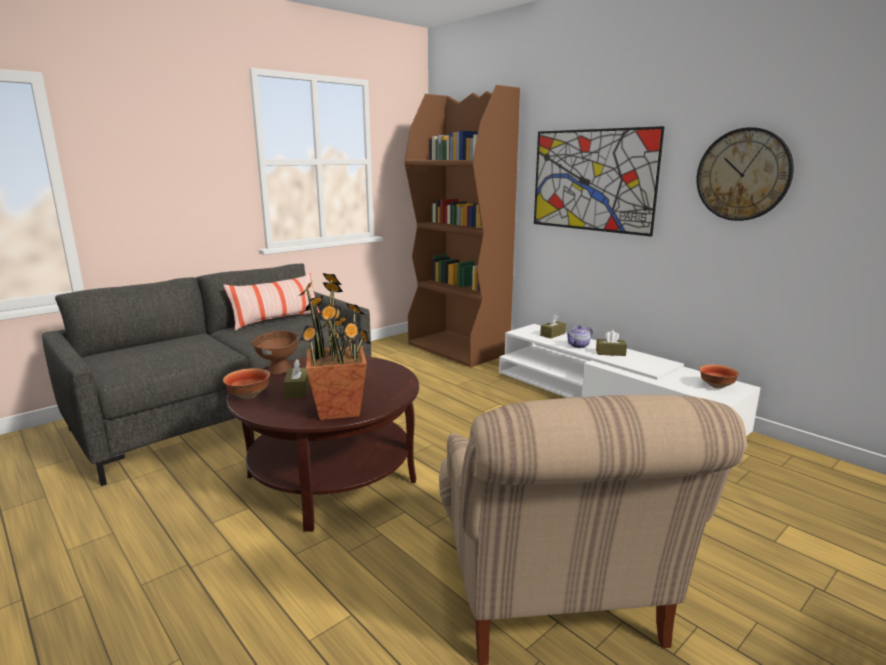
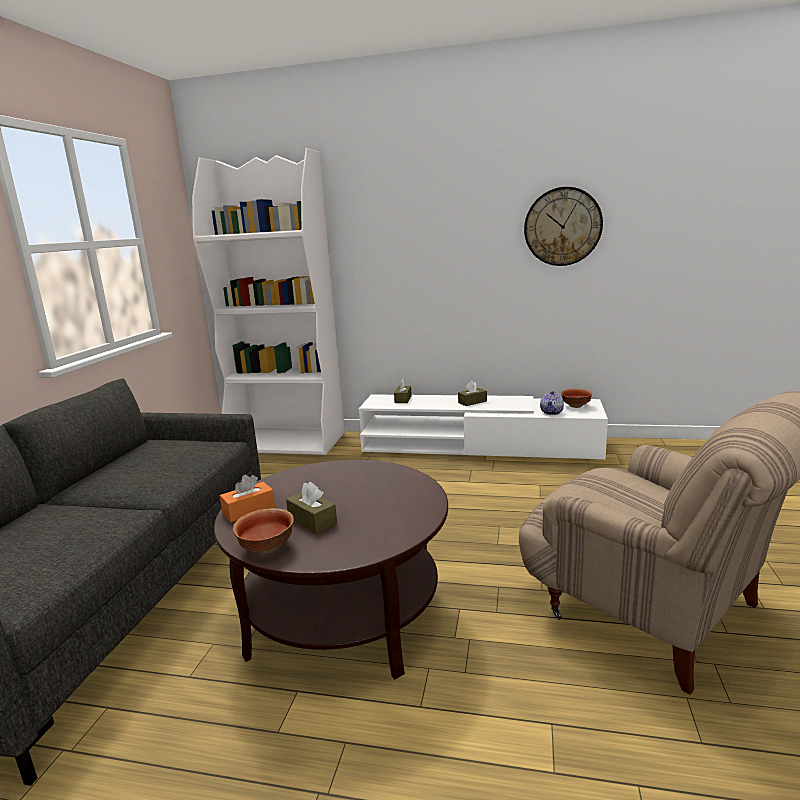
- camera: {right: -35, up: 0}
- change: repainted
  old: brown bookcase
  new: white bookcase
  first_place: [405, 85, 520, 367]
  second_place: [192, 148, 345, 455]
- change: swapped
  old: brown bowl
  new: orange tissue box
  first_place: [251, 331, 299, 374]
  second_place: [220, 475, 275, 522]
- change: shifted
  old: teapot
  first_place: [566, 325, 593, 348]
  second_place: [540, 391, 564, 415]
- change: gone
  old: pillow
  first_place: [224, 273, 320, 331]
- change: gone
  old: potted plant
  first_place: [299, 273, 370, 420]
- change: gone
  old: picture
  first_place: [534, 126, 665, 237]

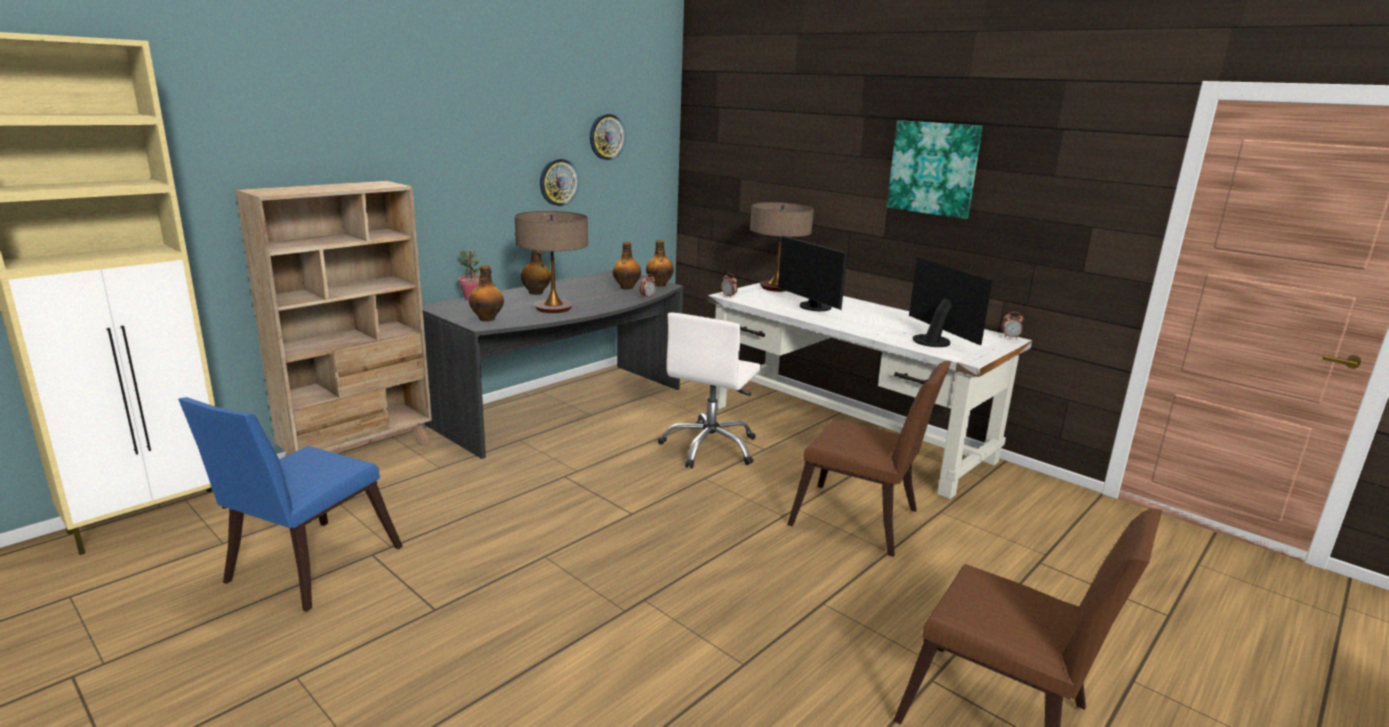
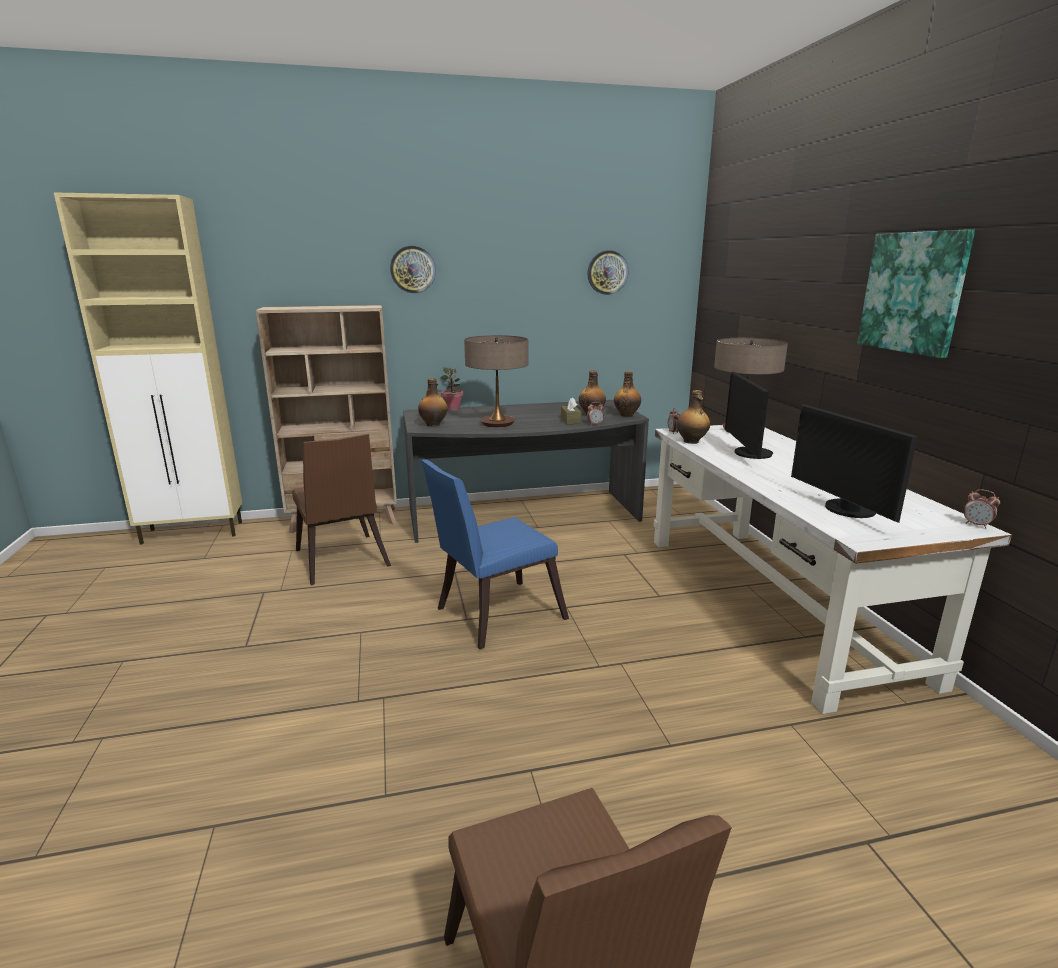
- camera: {right: 35, up: 0}
- change: shifted
  old: brown chair
  first_place: [787, 361, 951, 557]
  second_place: [292, 434, 391, 585]
- change: shifted
  old: wall clock
  first_place: [540, 159, 579, 206]
  second_place: [390, 246, 436, 293]
- change: shifted
  old: blue chair
  first_place: [178, 397, 403, 612]
  second_place: [421, 460, 569, 649]
- change: new
  new: brown tissue box
  second_place: [561, 397, 582, 424]
- change: shifted
  old: bottle
  first_place: [521, 250, 551, 295]
  second_place: [677, 390, 710, 444]
- change: rotated
  old: monitor
  first_place: [909, 258, 992, 347]
  second_place: [791, 404, 918, 523]
  degrees: 150
- change: gone
  old: white office chair
  first_place: [658, 312, 761, 468]

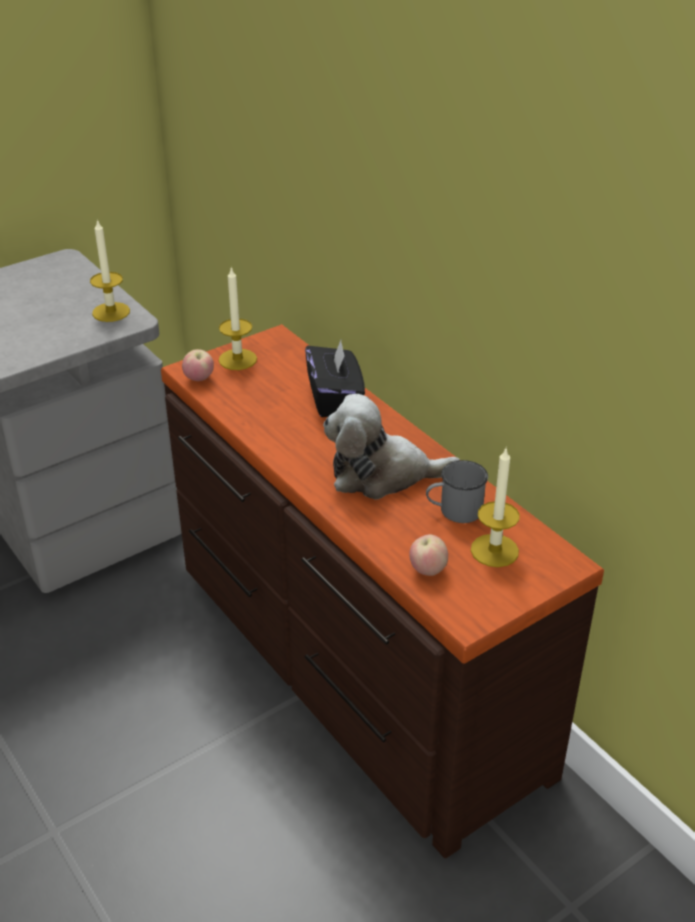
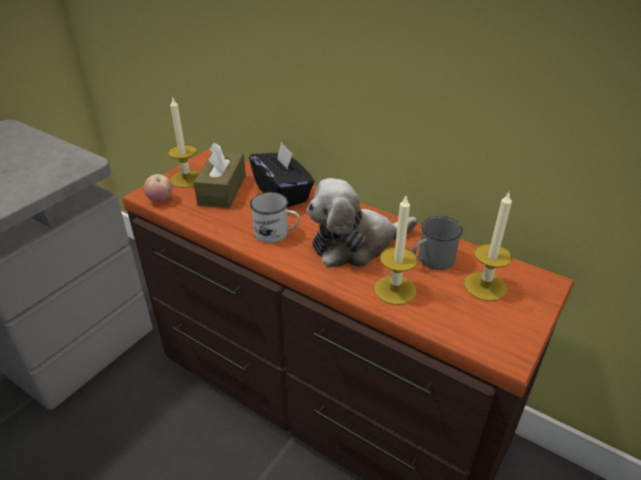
- camera: {right: -20, up: 0}
- change: new
  new: brown tissue box
  second_place: [193, 142, 246, 208]
- change: new
  new: white mug
  second_place: [250, 192, 300, 243]
- change: shifted
  old: candle
  first_place: [90, 219, 130, 322]
  second_place: [374, 196, 418, 305]
- change: gone
  old: apple
  first_place: [409, 534, 448, 576]

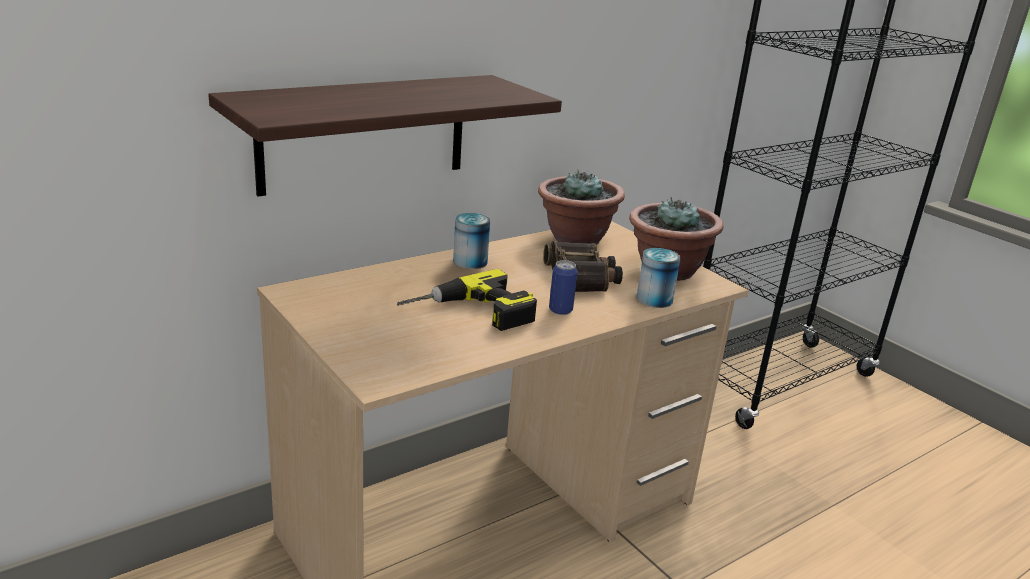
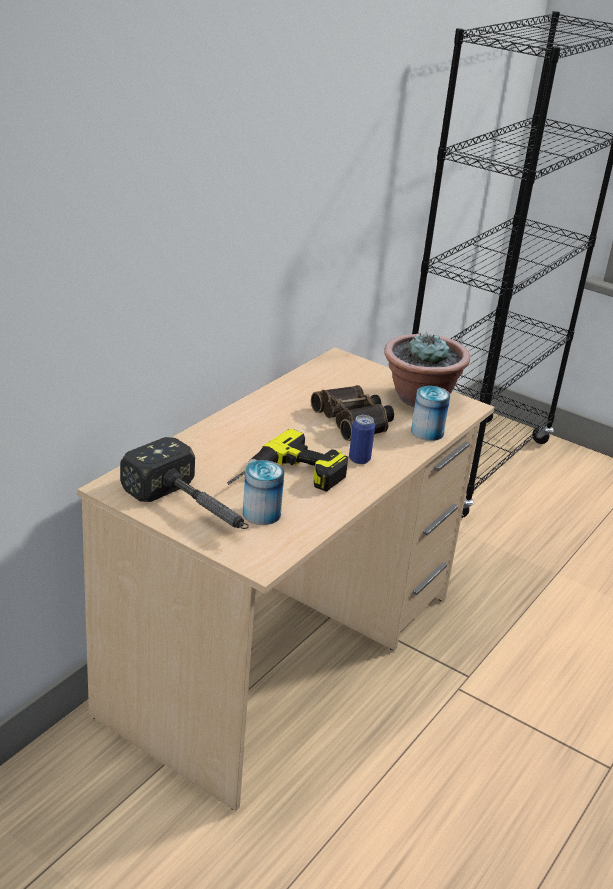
- camera: {right: -20, up: 5}
- change: new
  new: hammer
  second_place: [120, 437, 249, 529]
- change: shifted
  old: can
  first_place: [453, 213, 490, 269]
  second_place: [243, 460, 284, 525]
- change: gone
  old: shelf
  first_place: [208, 75, 562, 197]
- change: gone
  old: potted plant
  first_place: [538, 170, 625, 245]

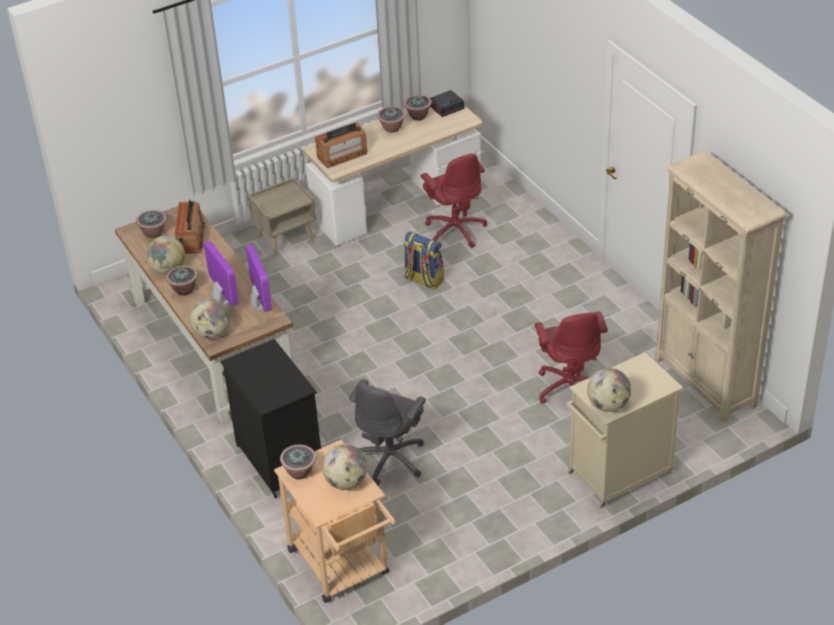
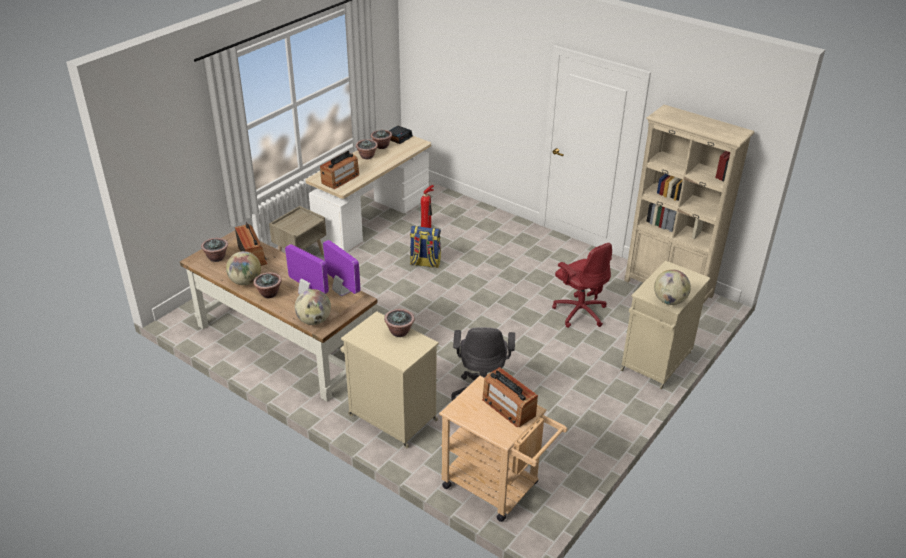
- camera: {right: -25, up: -5}
- change: repainted
  old: black cabinet
  new: beige cabinet
  first_place: [220, 339, 321, 498]
  second_place: [340, 311, 439, 448]
- change: shifted
  old: potted plant
  first_place: [280, 444, 316, 480]
  second_place: [384, 309, 415, 337]
- change: swapped
  old: red office chair
  new: fire extinguisher
  first_place: [421, 153, 487, 248]
  second_place: [421, 185, 434, 228]
- change: swapped
  old: globe
  new: radio
  first_place: [322, 444, 368, 490]
  second_place: [482, 367, 538, 428]

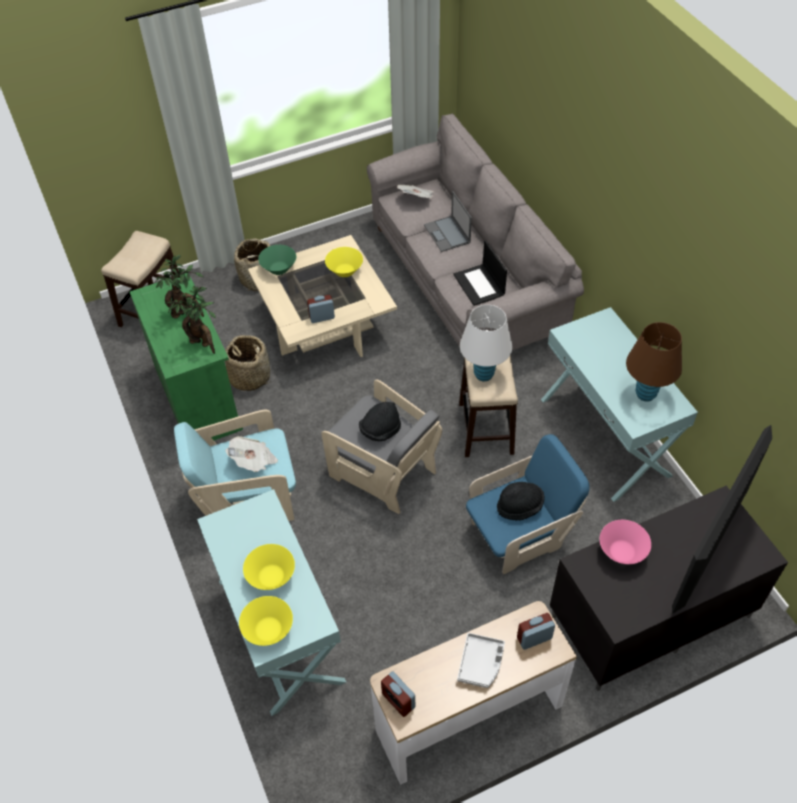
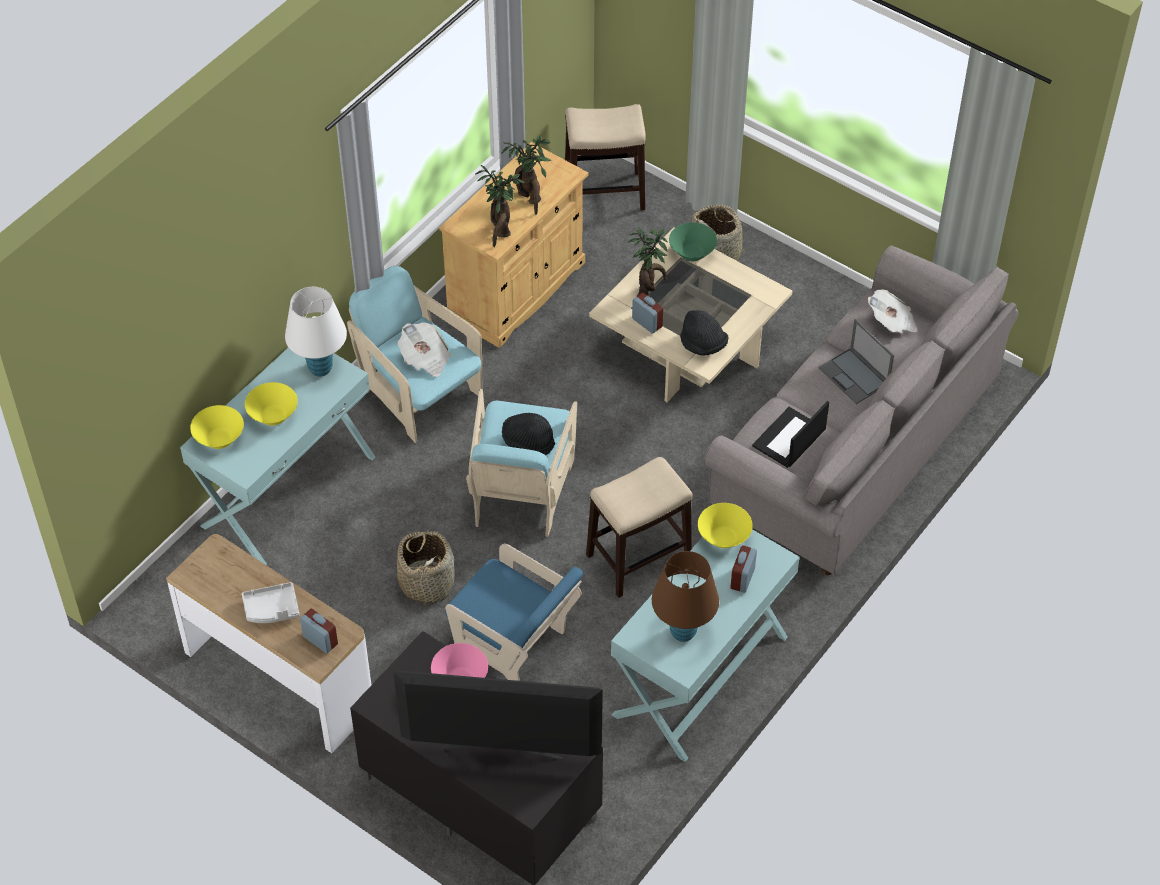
- camera: {right: 60, up: 0}
- change: shifted
  old: white table lamp
  first_place: [460, 305, 512, 381]
  second_place: [285, 287, 347, 376]
- change: shifted
  old: basket
  first_place: [224, 335, 270, 391]
  second_place: [397, 528, 455, 606]
- change: repainted
  old: green cabinet
  new: beige cabinet
  first_place: [130, 273, 243, 440]
  second_place: [439, 142, 588, 348]
- change: repainted
  old: grey armchair
  new: turquoise armchair
  first_place: [321, 379, 442, 514]
  second_place: [466, 389, 577, 537]
- change: new
  new: potted plant
  second_place: [628, 226, 668, 297]
- change: shifted
  old: black hat
  first_place: [497, 482, 545, 521]
  second_place: [680, 310, 728, 356]
- change: shifted
  old: yellow bowl
  first_place: [325, 247, 363, 277]
  second_place: [698, 503, 753, 548]
- change: shifted
  old: alarm clock
  first_place: [381, 671, 415, 717]
  second_place: [731, 545, 757, 593]
- change: rotated
  old: laptop
  first_place: [424, 191, 472, 252]
  second_place: [818, 319, 894, 404]
  degrees: -75

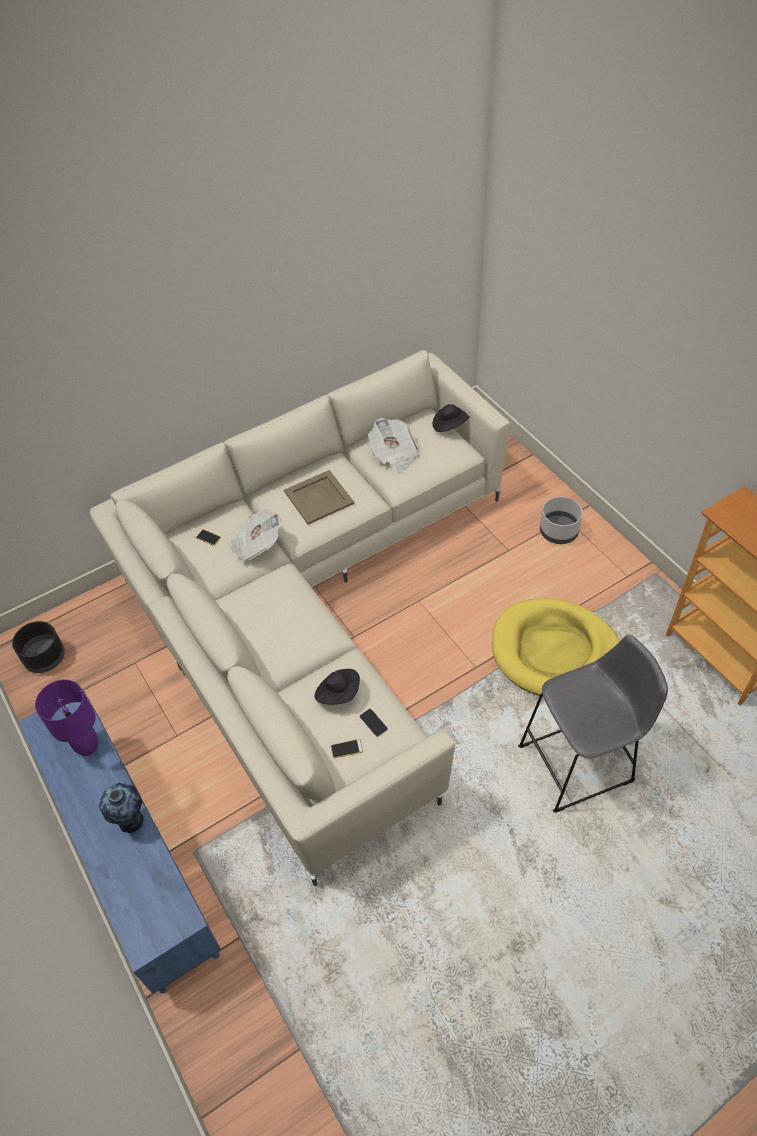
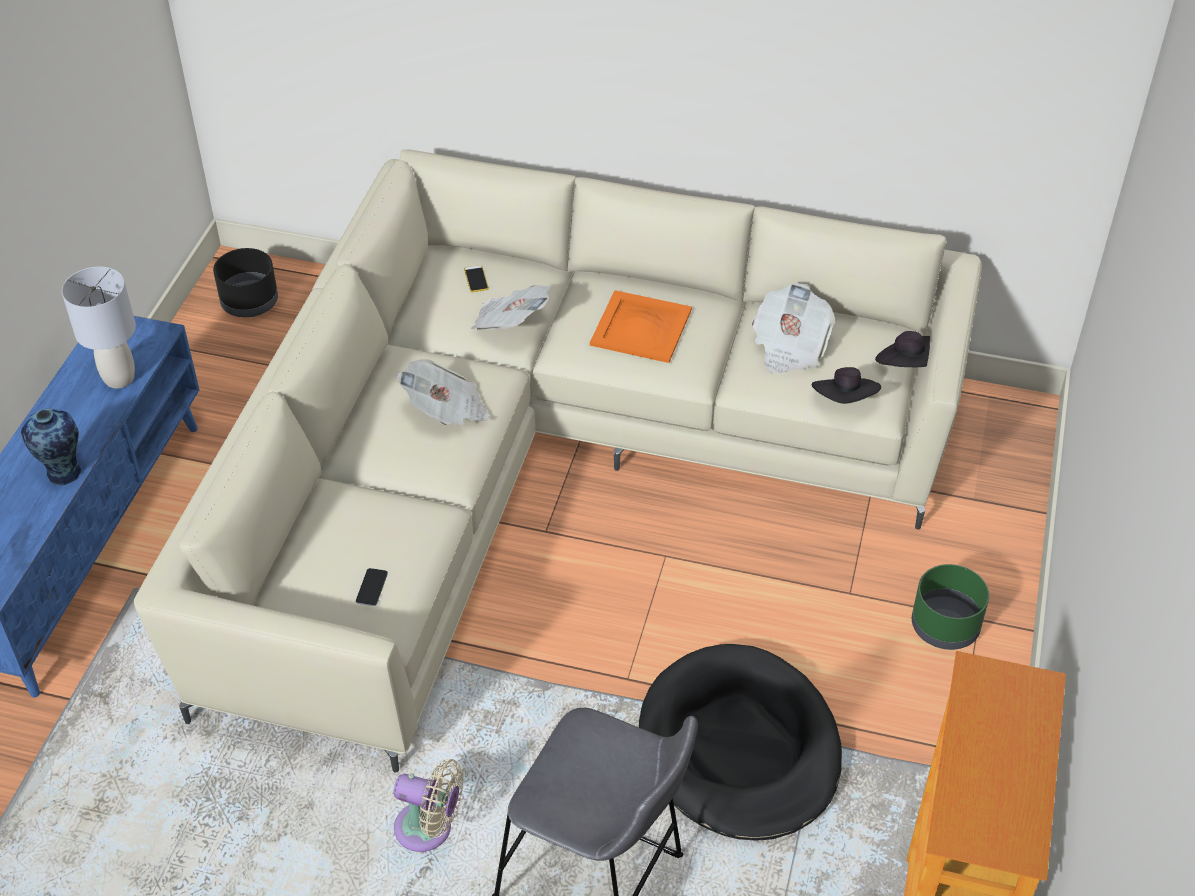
- camera: {right: 45, up: -5}
- change: repainted
  old: purple table lamp
  new: grey table lamp
  first_place: [35, 679, 98, 756]
  second_place: [62, 267, 136, 389]
- change: new
  new: beige fan
  second_place: [394, 759, 464, 852]
- change: new
  new: newspaper
  second_place: [397, 359, 490, 425]
- change: repainted
  old: beige tray
  new: orange tray
  first_place: [284, 470, 354, 525]
  second_place: [590, 290, 692, 363]
- change: repainted
  old: yellow dog bed
  new: black dog bed
  first_place: [492, 598, 620, 697]
  second_place: [639, 644, 842, 841]
- change: shifted
  old: black hat
  first_place: [315, 669, 360, 705]
  second_place: [812, 367, 881, 404]
- change: repainted
  old: grey planter
  new: green planter
  first_place: [540, 497, 583, 544]
  second_place: [912, 564, 989, 650]
- change: gone
  old: phone
  first_place: [331, 739, 363, 758]

